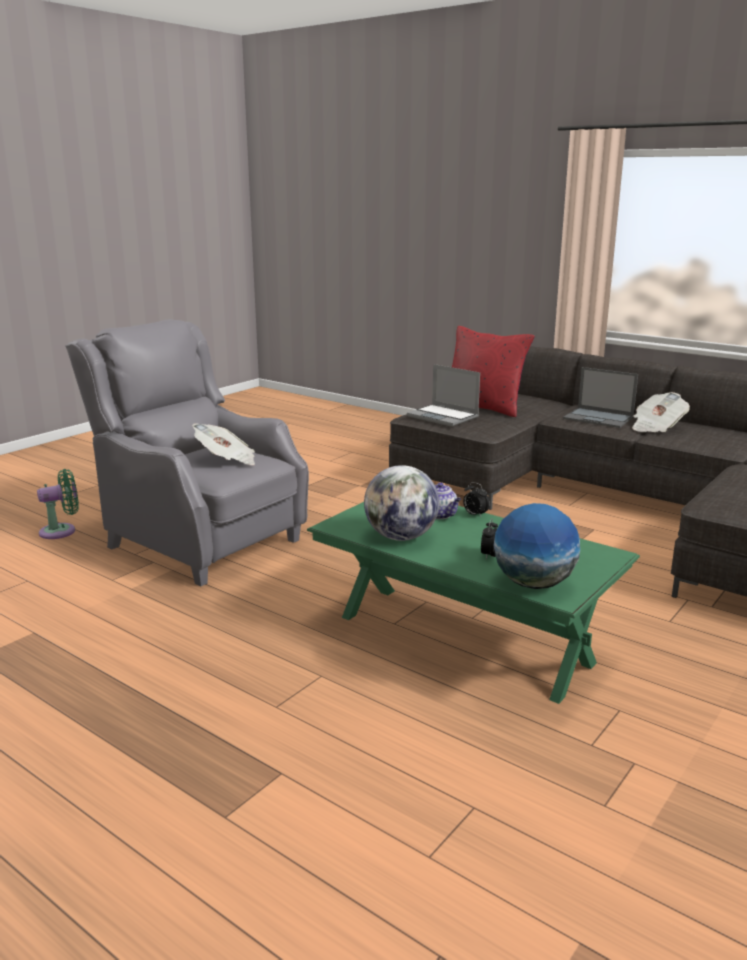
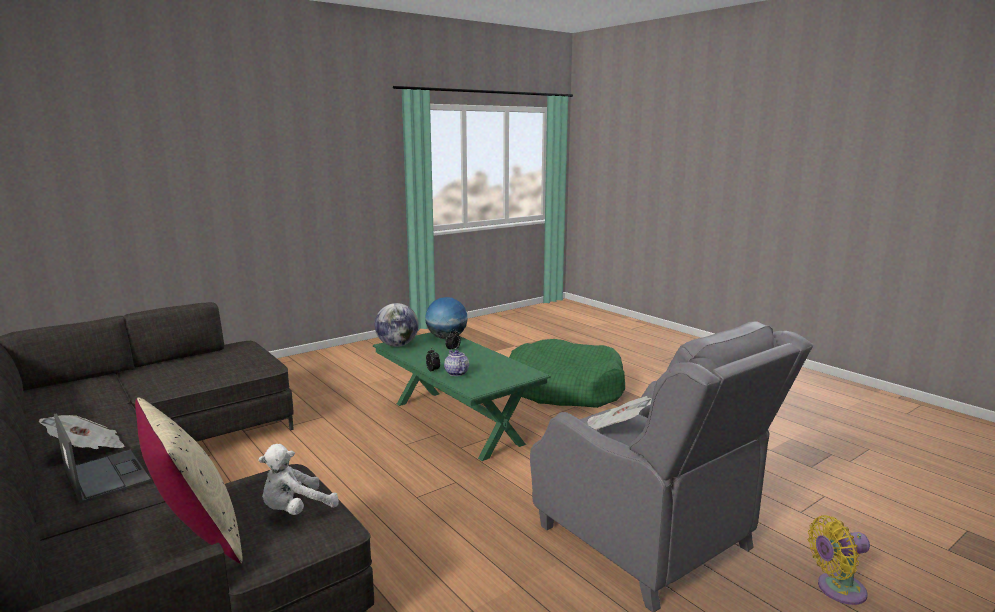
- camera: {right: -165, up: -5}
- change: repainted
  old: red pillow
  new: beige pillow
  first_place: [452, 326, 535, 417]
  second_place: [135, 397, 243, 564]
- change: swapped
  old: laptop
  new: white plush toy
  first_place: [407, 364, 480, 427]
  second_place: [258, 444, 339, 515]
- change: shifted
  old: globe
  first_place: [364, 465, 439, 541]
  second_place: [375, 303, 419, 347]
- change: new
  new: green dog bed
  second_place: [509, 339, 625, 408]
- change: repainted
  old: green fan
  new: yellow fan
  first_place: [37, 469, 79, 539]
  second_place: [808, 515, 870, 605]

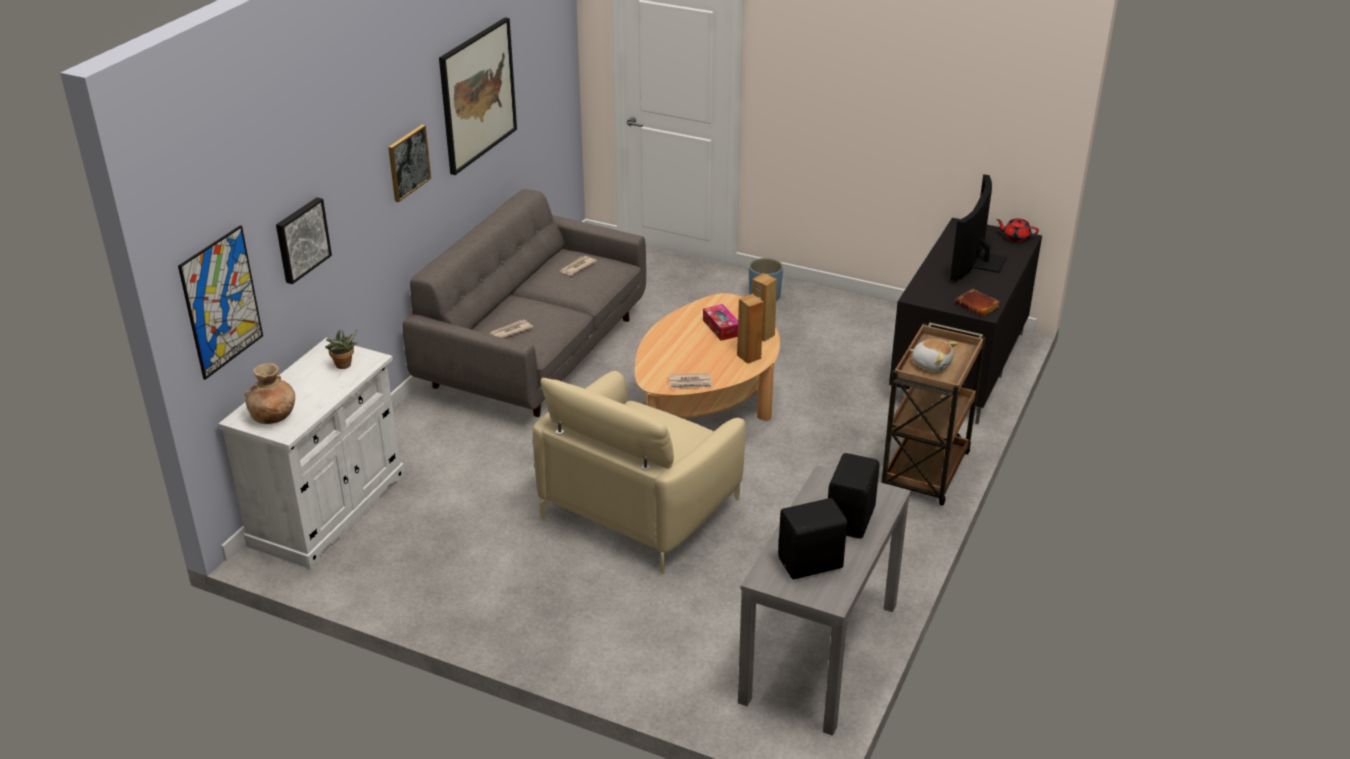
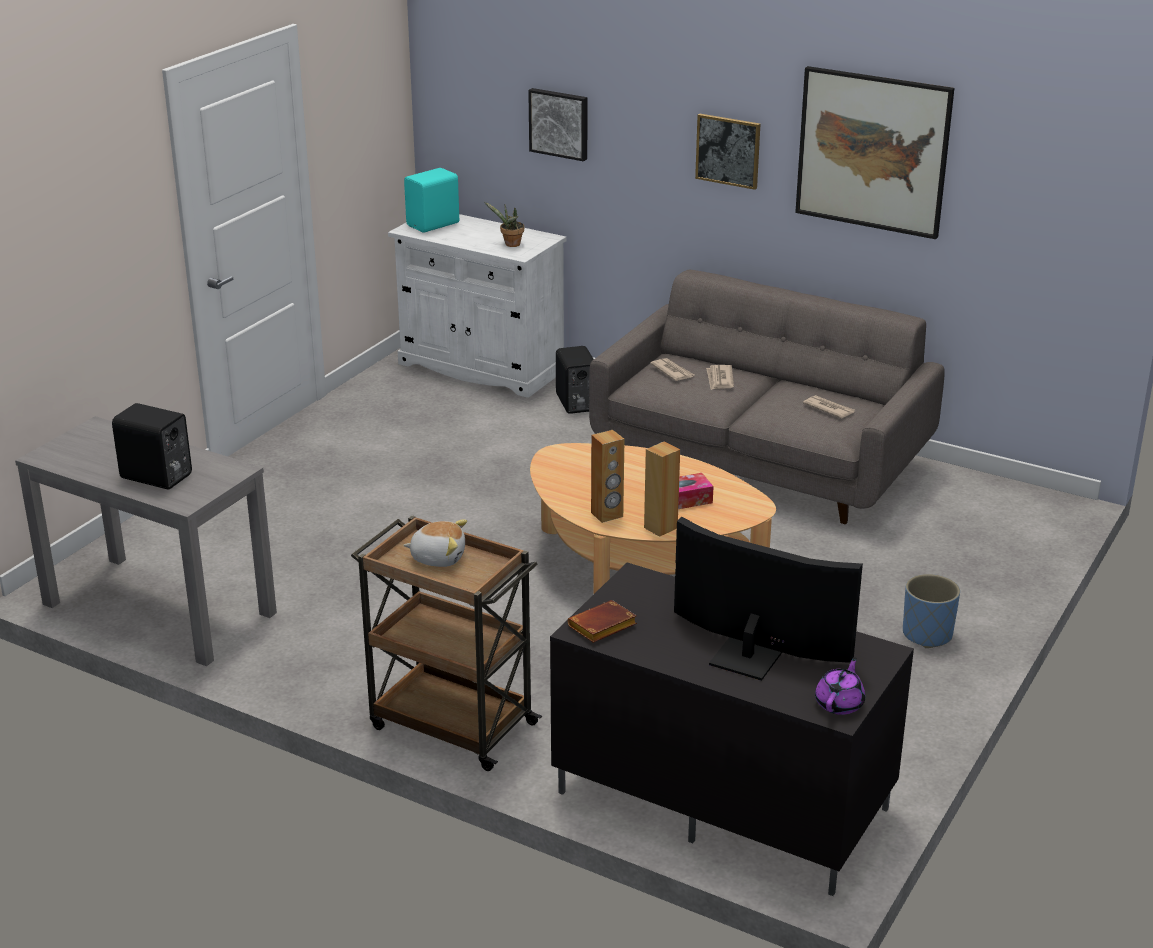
- camera: {right: 95, up: -5}
- change: rotated
  old: plush toy
  first_place: [910, 339, 958, 372]
  second_place: [403, 520, 467, 567]
  degrees: -120
- change: swapped
  old: brown vase
  new: turquoise speaker
  first_place: [244, 363, 295, 424]
  second_place: [404, 168, 459, 233]
- change: shifted
  old: black speaker
  first_place: [778, 498, 847, 579]
  second_place: [556, 346, 594, 414]
- change: shifted
  old: newspaper
  first_place: [669, 373, 713, 389]
  second_place: [706, 365, 734, 390]
- change: repainted
  old: red teapot
  new: purple teapot
  first_place: [996, 218, 1039, 242]
  second_place: [815, 657, 865, 715]
- change: gone
  old: picture
  first_place: [178, 225, 263, 380]
- change: gone
  old: beige armchair
  first_place: [532, 371, 746, 575]

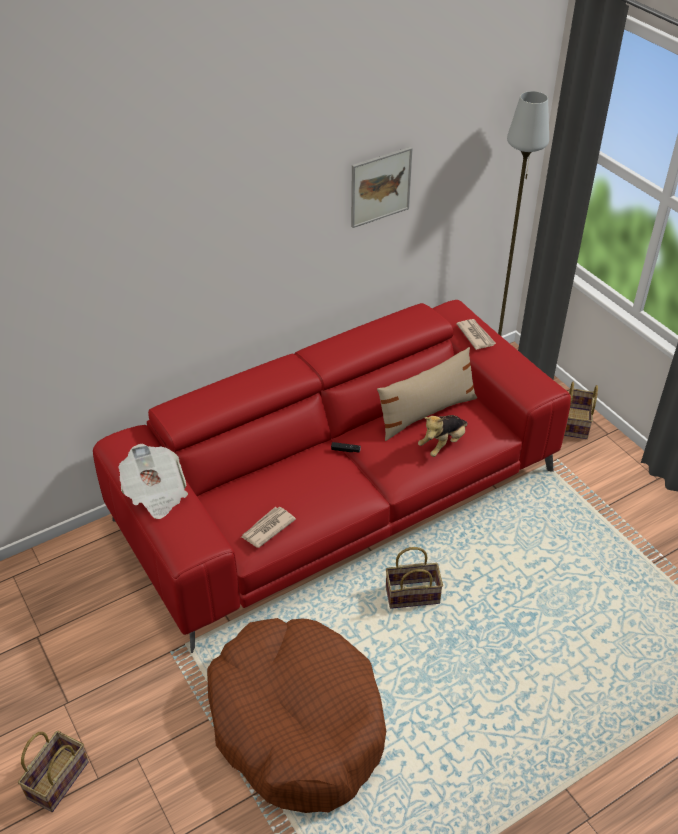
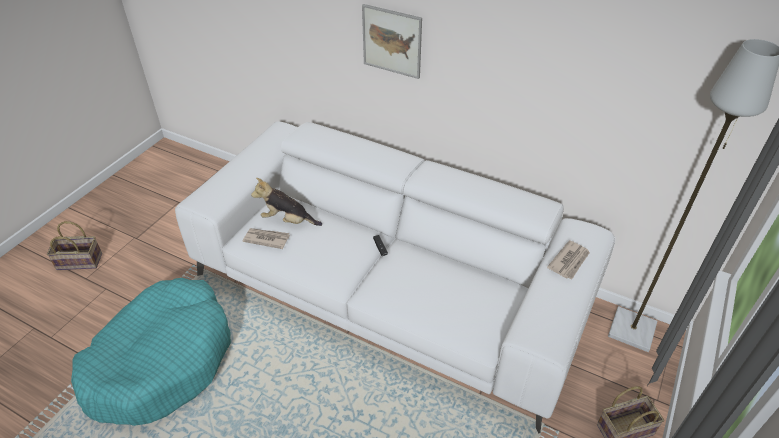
- camera: {right: 60, up: 0}
- change: repainted
  old: brown dog bed
  new: turquoise dog bed
  first_place: [207, 618, 386, 813]
  second_place: [71, 278, 231, 426]
- change: repainted
  old: red sofa
  new: white sofa
  first_place: [93, 300, 571, 653]
  second_place: [175, 121, 615, 433]
- change: shifted
  old: plush toy
  first_place: [418, 415, 468, 457]
  second_place: [251, 178, 322, 226]
- change: shifted
  old: picture
  first_place: [351, 147, 412, 228]
  second_place: [362, 4, 422, 79]
- change: gone
  old: newspaper
  first_place: [118, 444, 188, 519]
- change: gone
  old: beige pillow
  first_place: [377, 347, 478, 441]
- change: gone
  old: basket
  first_place: [386, 547, 443, 609]

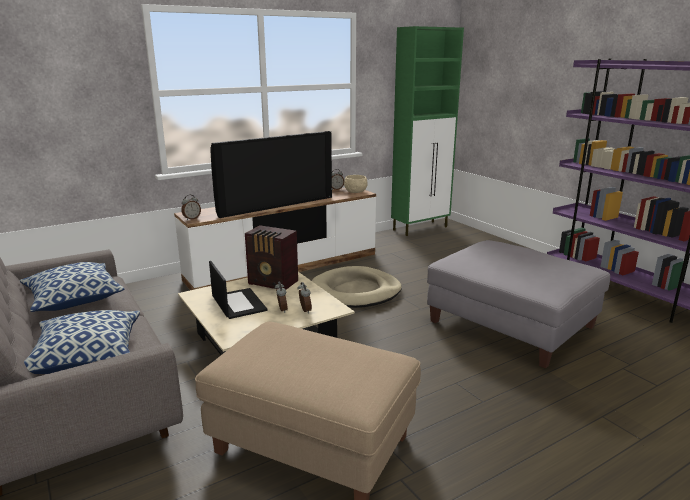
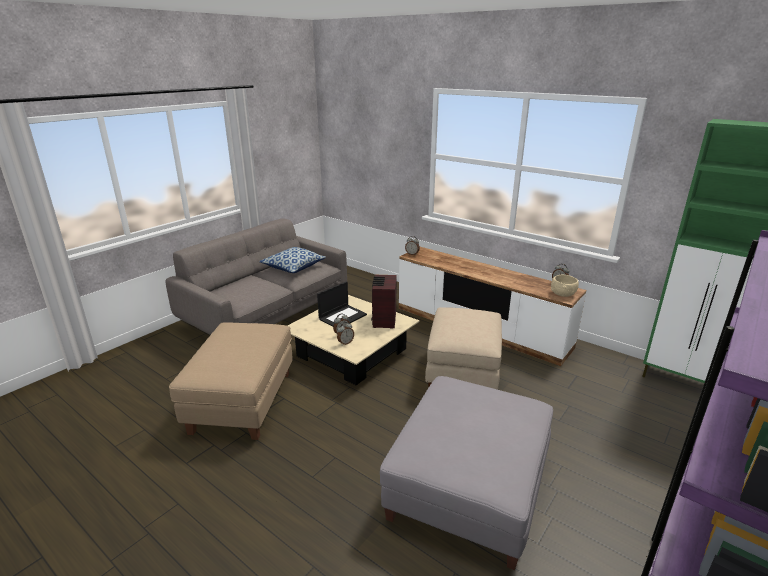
- camera: {right: 70, up: 5}
- change: swapped
  old: beige dog bed
  new: beige ottoman
  first_place: [312, 266, 402, 308]
  second_place: [425, 307, 502, 390]
- change: gone
  old: pillow
  first_place: [24, 310, 140, 374]
- change: gone
  old: television
  first_place: [210, 131, 332, 218]

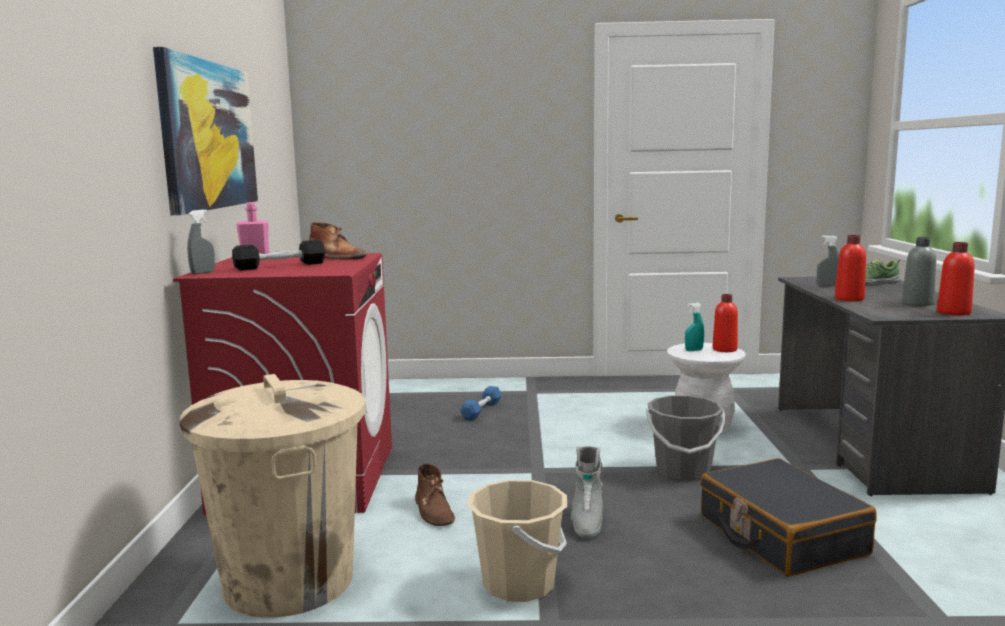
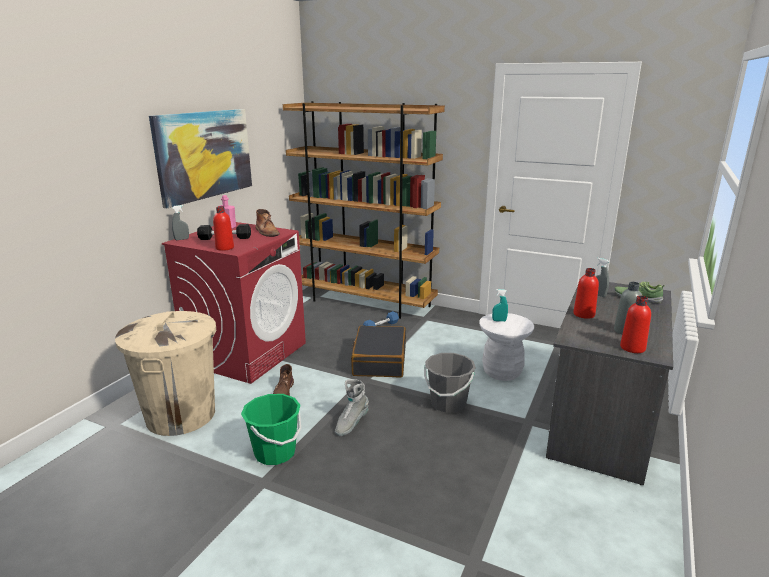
- camera: {right: 25, up: 10}
- change: shifted
  old: red bottle
  first_place: [713, 294, 738, 352]
  second_place: [213, 206, 234, 251]
- change: repainted
  old: beige bucket
  new: green bucket
  first_place: [467, 480, 567, 602]
  second_place: [241, 394, 301, 465]
- change: new
  new: brown bookcase
  second_place: [283, 101, 445, 319]
- change: shifted
  old: black suitcase
  first_place: [700, 458, 876, 576]
  second_place: [351, 326, 406, 377]

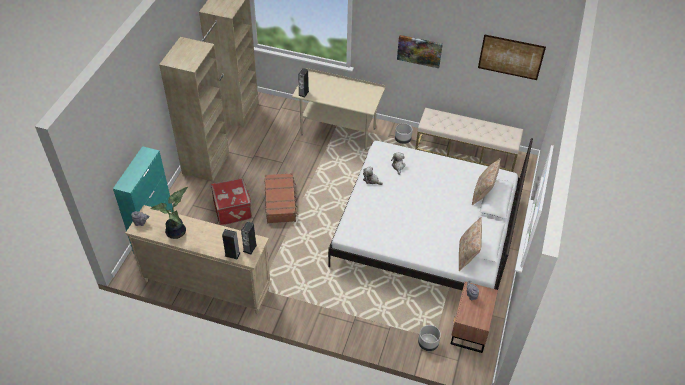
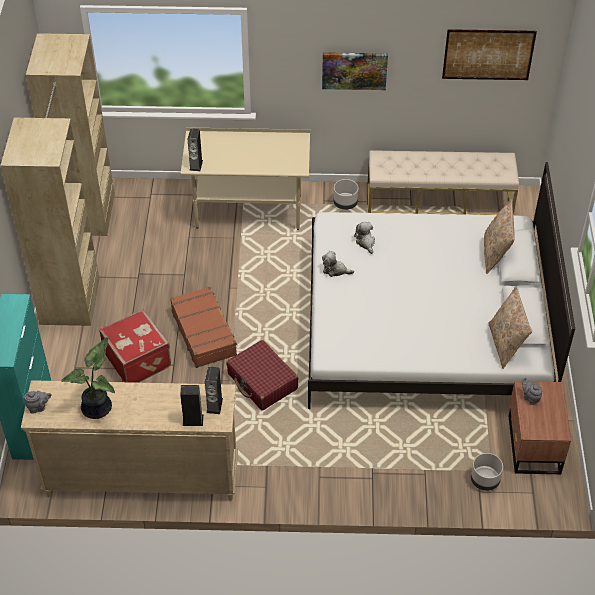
- camera: {right: -15, up: 0}
- change: new
  new: red suitcase
  second_place: [226, 340, 298, 411]

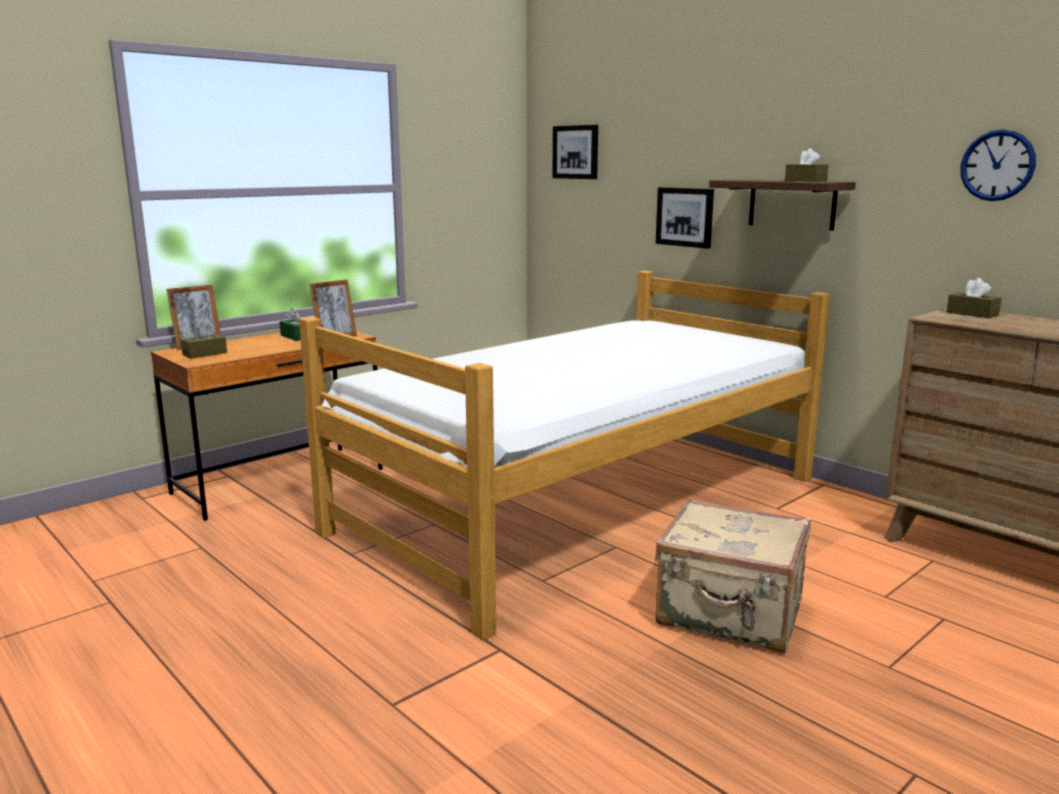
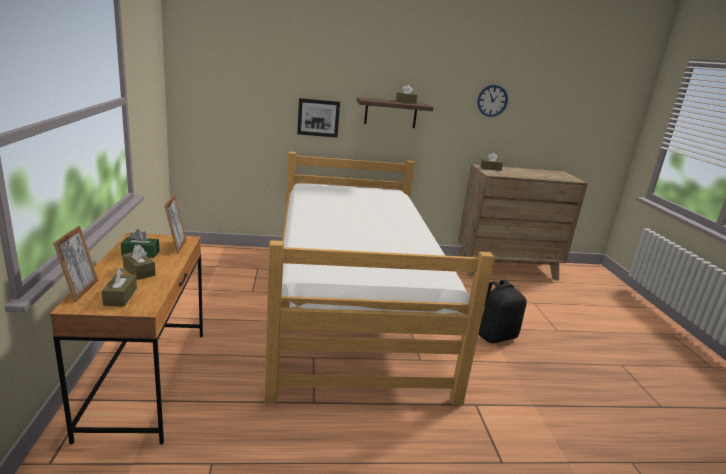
- camera: {right: -55, up: 5}
- change: new
  new: brown tissue box
  second_place: [122, 245, 156, 280]
- change: swapped
  old: beige suitcase
  new: black backpack
  first_place: [655, 499, 811, 653]
  second_place: [479, 280, 527, 343]
- change: gone
  old: picture
  first_place: [552, 125, 598, 179]

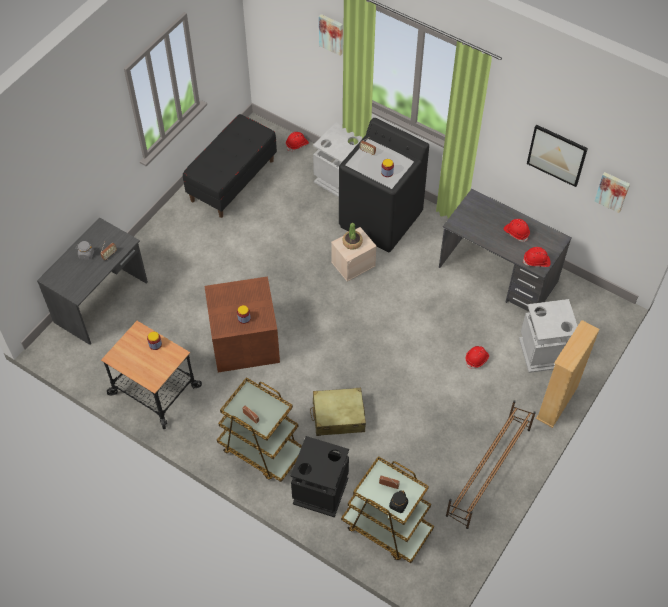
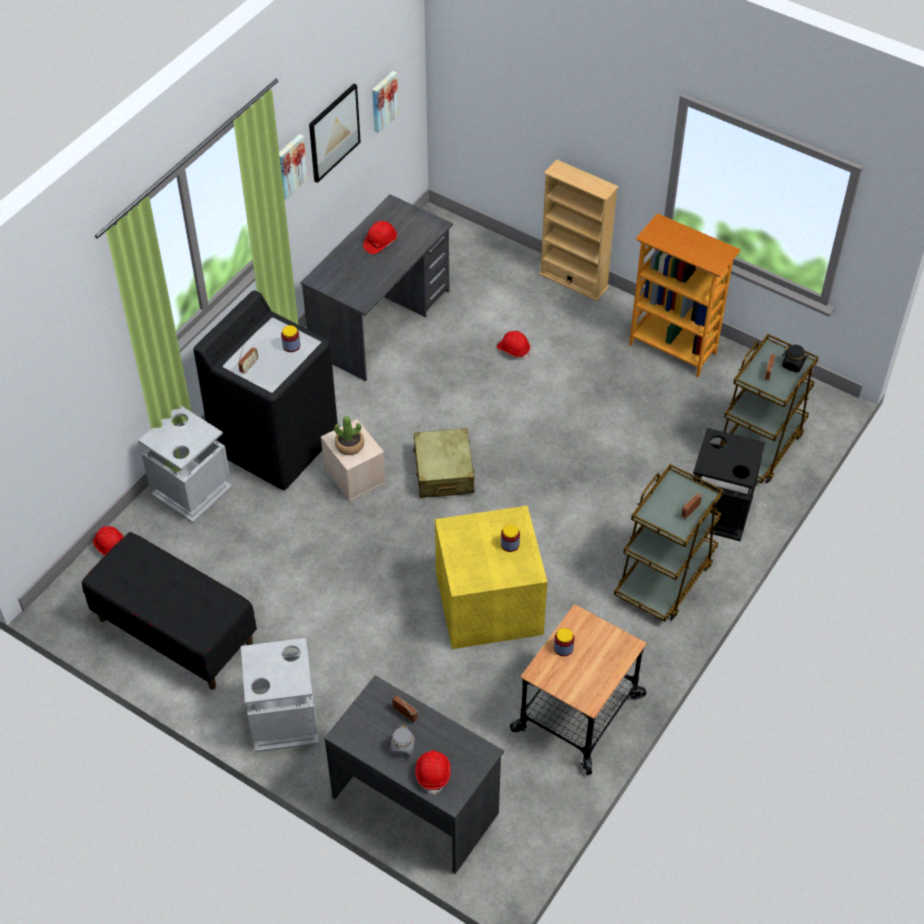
- camera: {right: -90, up: -5}
- change: shifted
  old: grey trash can
  first_place: [519, 299, 577, 373]
  second_place: [241, 638, 319, 752]
- change: shifted
  old: picture
  first_place: [319, 14, 343, 56]
  second_place: [279, 134, 308, 199]
- change: shifted
  old: beige suitcase
  first_place: [310, 388, 366, 436]
  second_place: [413, 428, 474, 498]
- change: shifted
  old: red hard hat
  first_place: [523, 247, 551, 267]
  second_place: [415, 750, 451, 795]
- change: repainted
  old: brown storage box
  new: yellow storage box
  first_place: [204, 276, 280, 372]
  second_place: [435, 506, 547, 649]
- change: swapped
  old: brown shoe rack
  new: bookcase
  first_place: [446, 400, 536, 529]
  second_place: [629, 213, 741, 377]

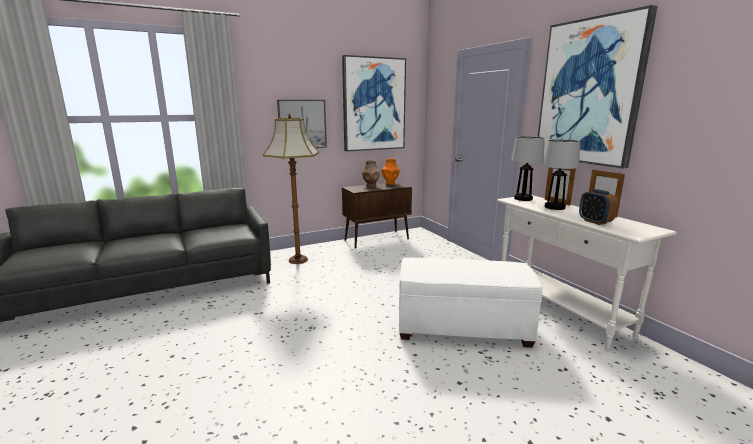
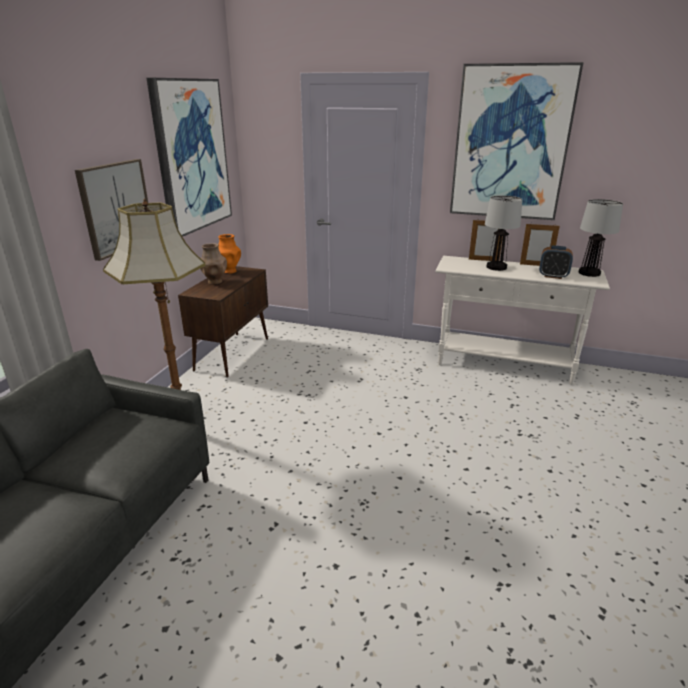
- camera: {right: -45, up: 10}
- change: shifted
  old: table lamp
  first_place: [511, 136, 545, 201]
  second_place: [579, 199, 623, 277]
- change: gone
  old: white ottoman
  first_place: [399, 258, 542, 348]

